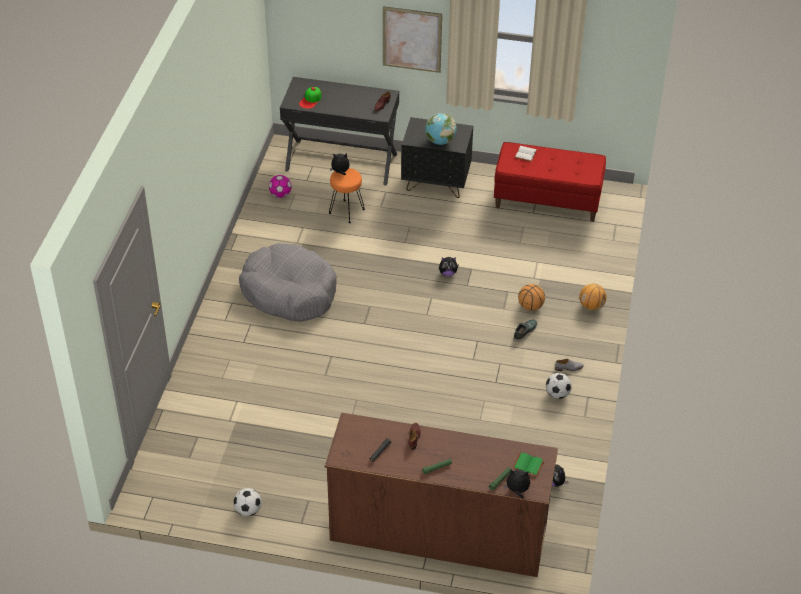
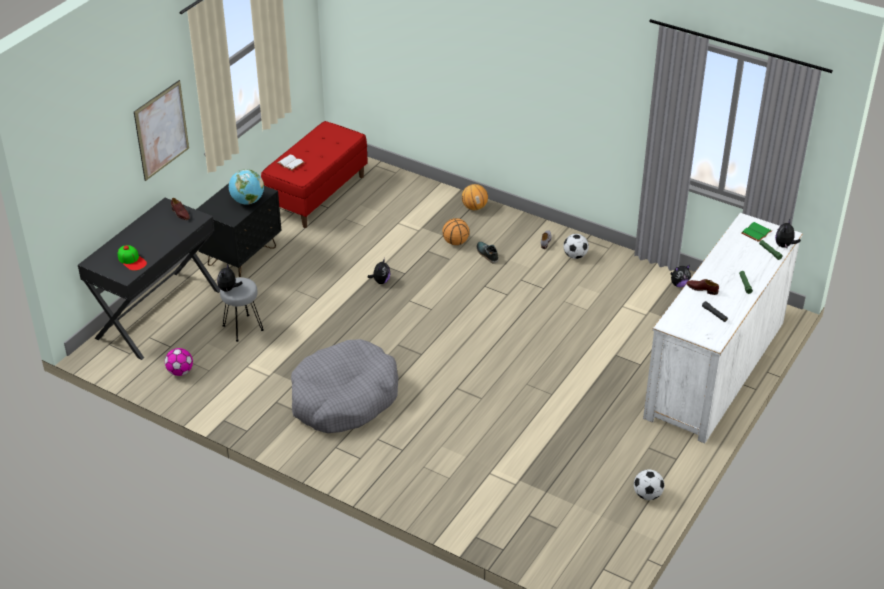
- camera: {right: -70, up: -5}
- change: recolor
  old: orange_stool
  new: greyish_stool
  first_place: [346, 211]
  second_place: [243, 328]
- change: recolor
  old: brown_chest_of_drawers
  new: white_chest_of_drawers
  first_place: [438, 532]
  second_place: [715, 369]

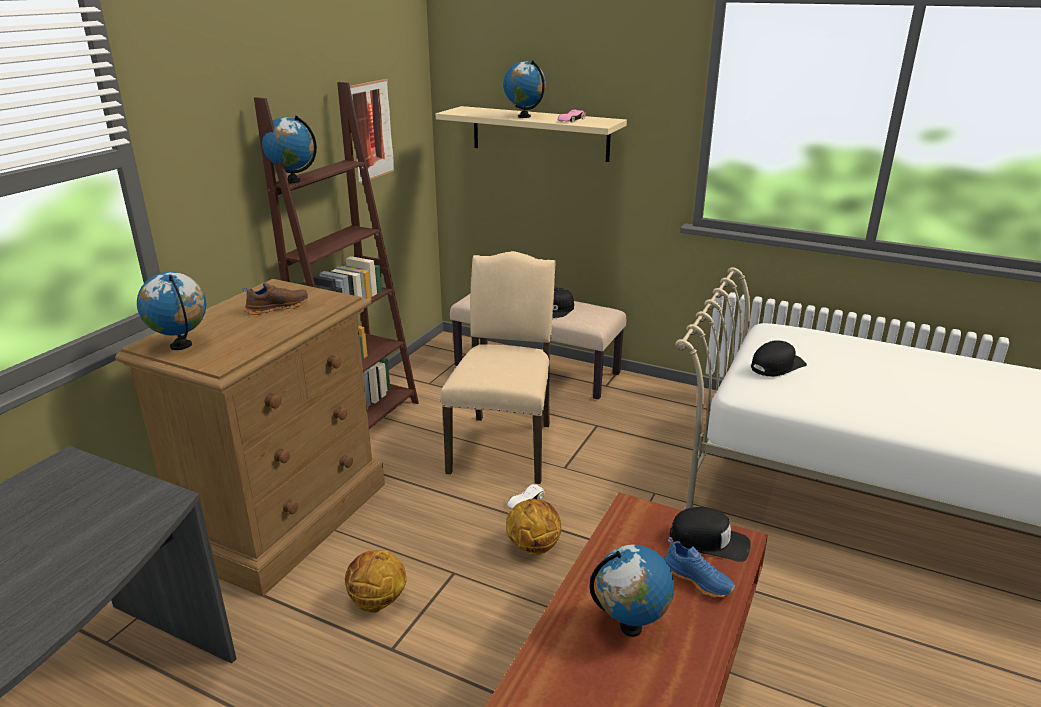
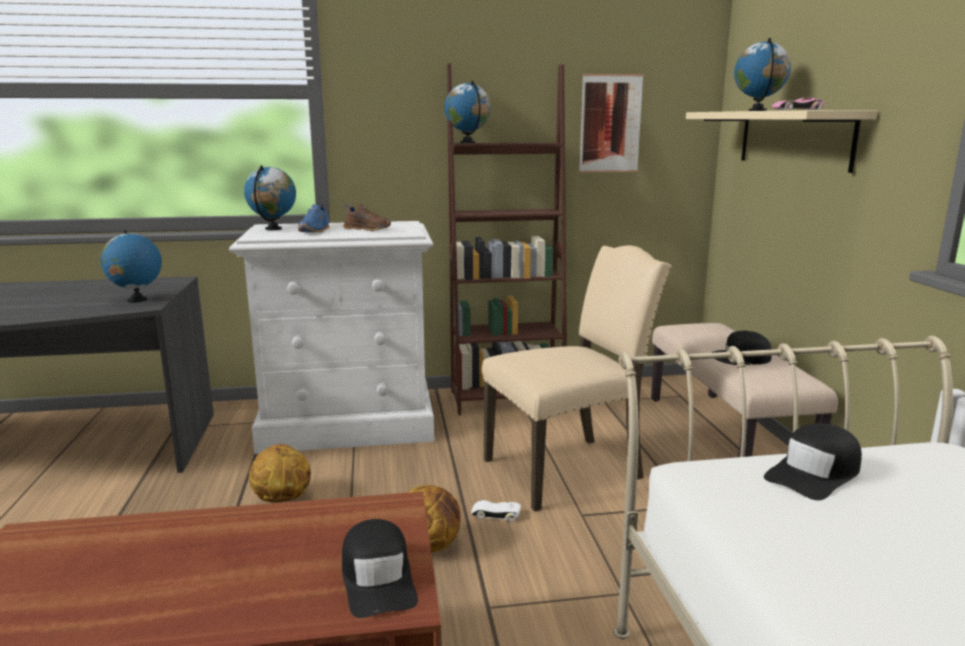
- camera: {right: 55, up: -10}
- change: move
  old: globe
  first_place: [630, 627]
  second_place: [137, 300]
- change: recolor
  old: brown_chest_of_drawers
  new: white_chest_of_drawers
  first_place: [285, 518]
  second_place: [348, 424]
- change: move
  old: blue-coloured_shoe
  first_place: [698, 579]
  second_place: [315, 231]
- change: rotate
  old: blackish_baseball_cap
  first_place: [777, 366]
  second_place: [814, 473]
  degrees: 120

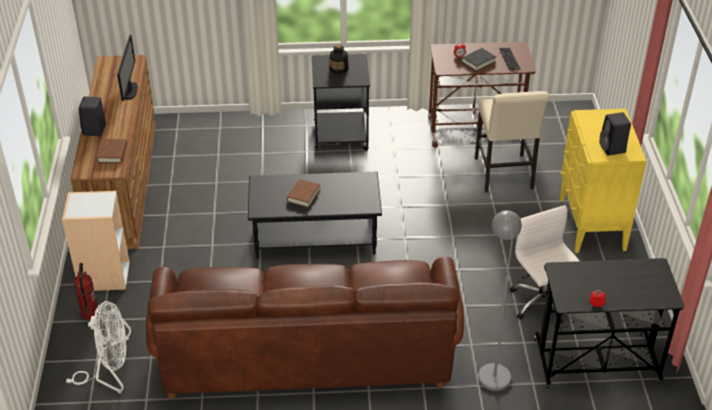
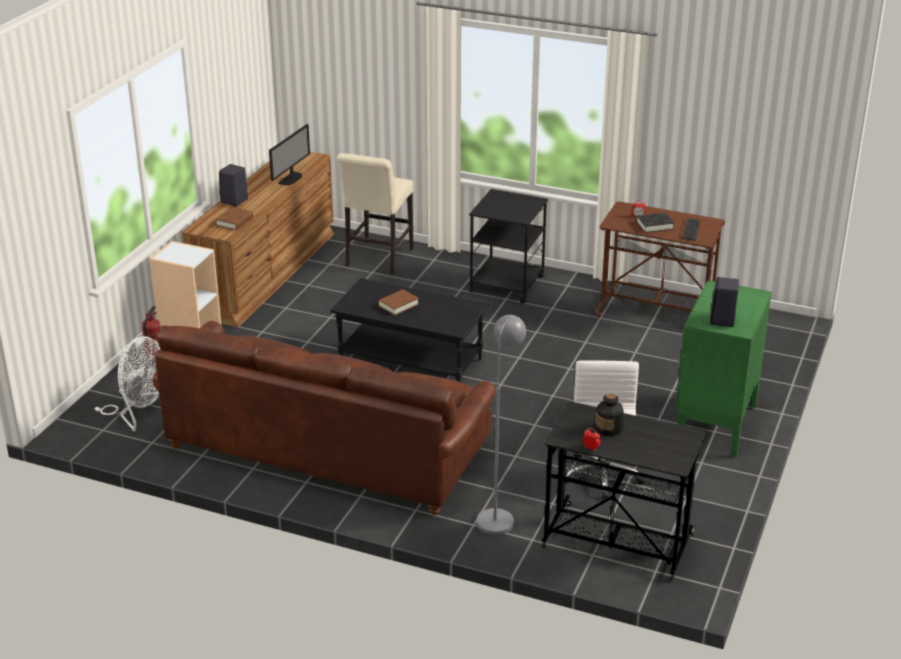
- camera: {right: 25, up: -10}
- change: move
  old: beige_stool
  first_place: [504, 176]
  second_place: [377, 259]
- change: move
  old: bottle
  first_place: [339, 68]
  second_place: [609, 428]
- change: recolor
  old: yellow-coloured_chest_of_drawers
  new: green-coloured_chest_of_drawers
  first_place: [590, 224]
  second_place: [714, 424]

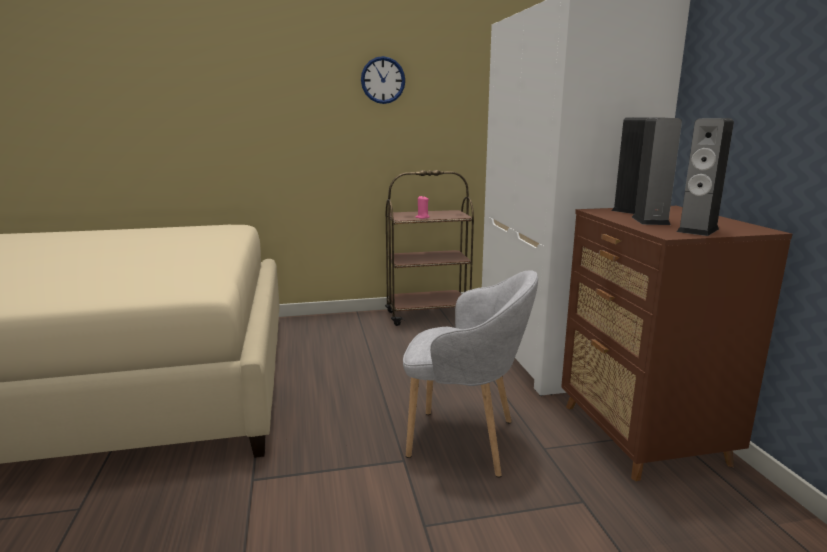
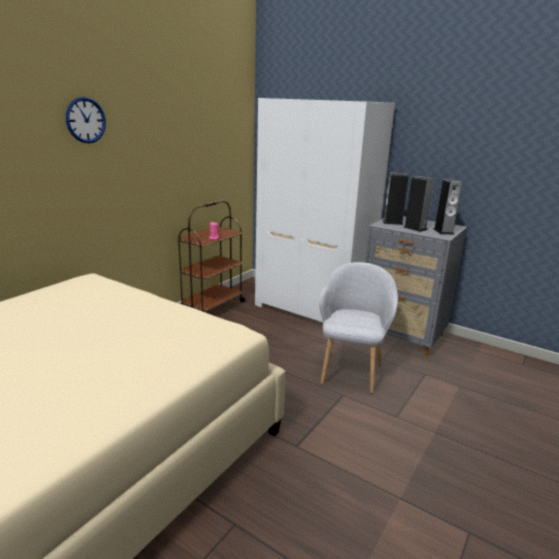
- camera: {right: -45, up: 5}
- change: move
  old: clock_on_the_wall
  first_place: [383, 80]
  second_place: [85, 120]
- change: rotate
  old: greyish_armchair
  first_place: [466, 441]
  second_place: [350, 371]
  degrees: -45
- change: recolor
  old: brown_chest_of_drawers
  new: greyish_chest_of_drawers
  first_place: [643, 435]
  second_place: [402, 335]

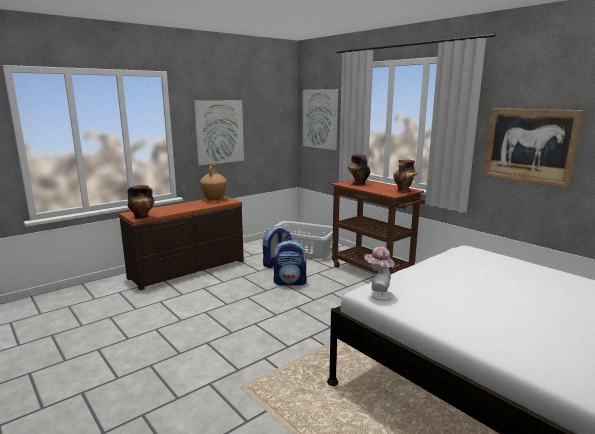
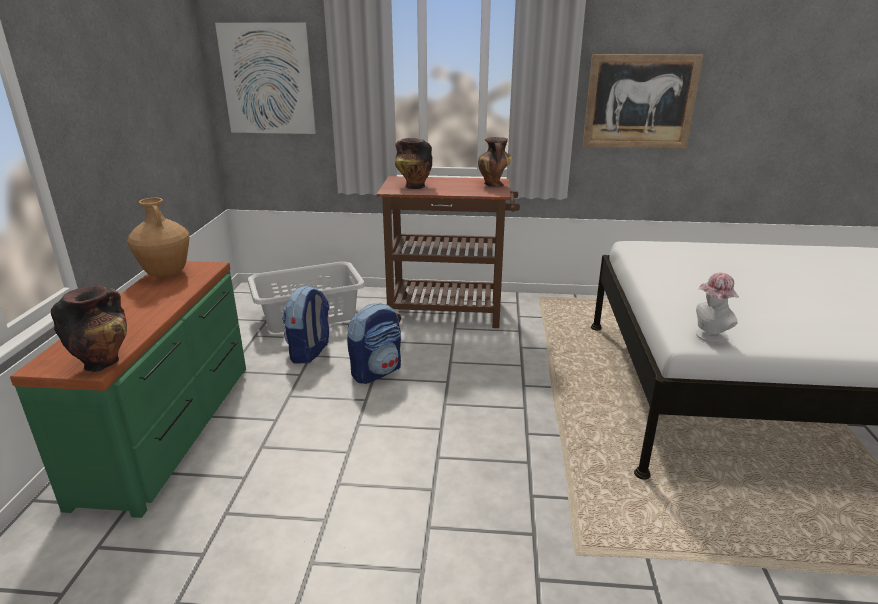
- camera: {right: -45, up: 10}
- change: recolor
  old: brown_chest_of_drawers
  new: green-coloured_chest_of_drawers
  first_place: [188, 269]
  second_place: [171, 429]
- change: delete
  old: picture
  first_place: [219, 132]

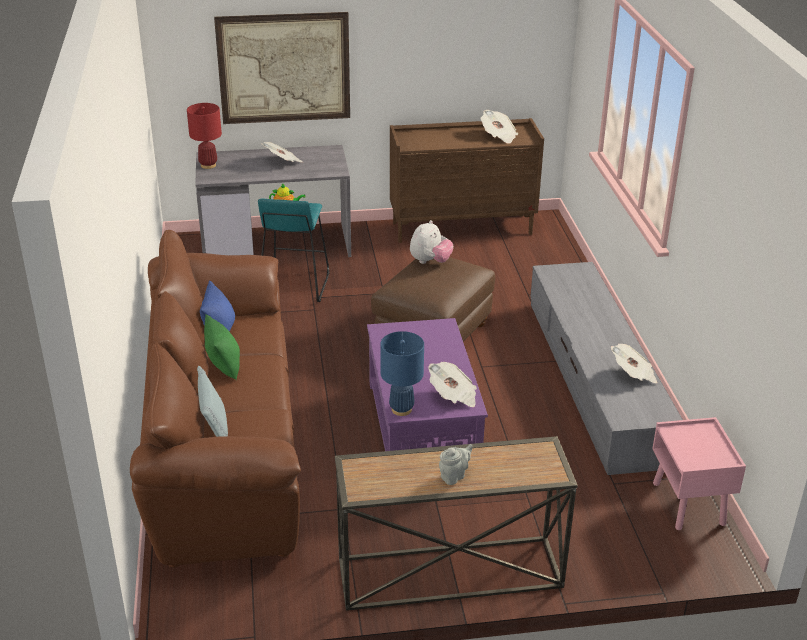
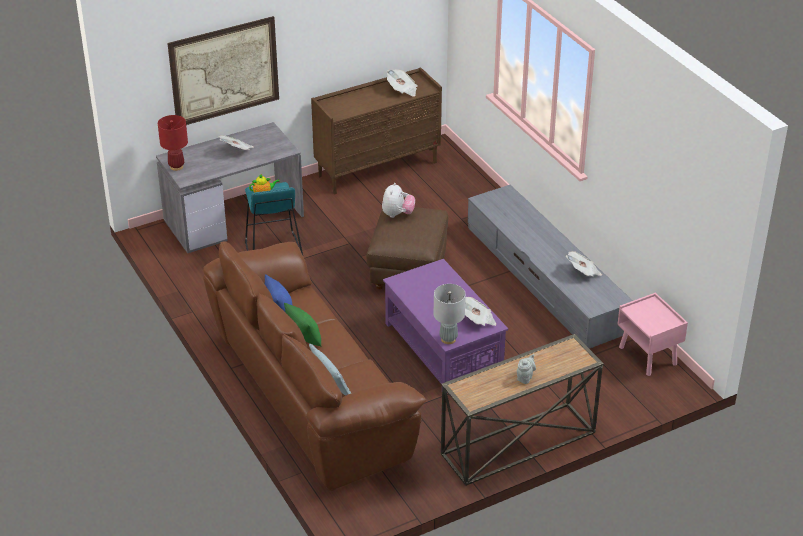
- camera: {right: -20, up: 5}
- change: recolor
  old: blue-coloured_lamp_for_a_table
  new: greyish_lamp_for_a_table
  first_place: [401, 409]
  second_place: [448, 339]

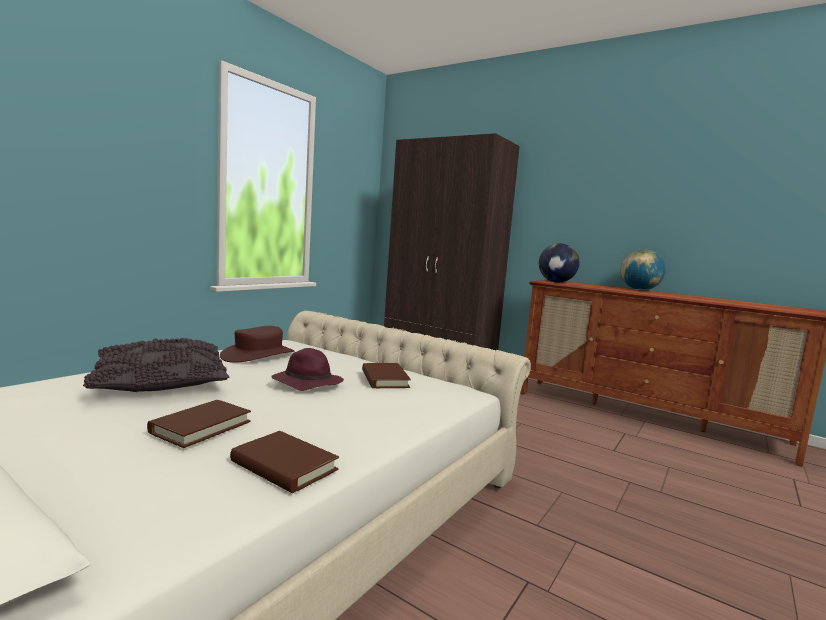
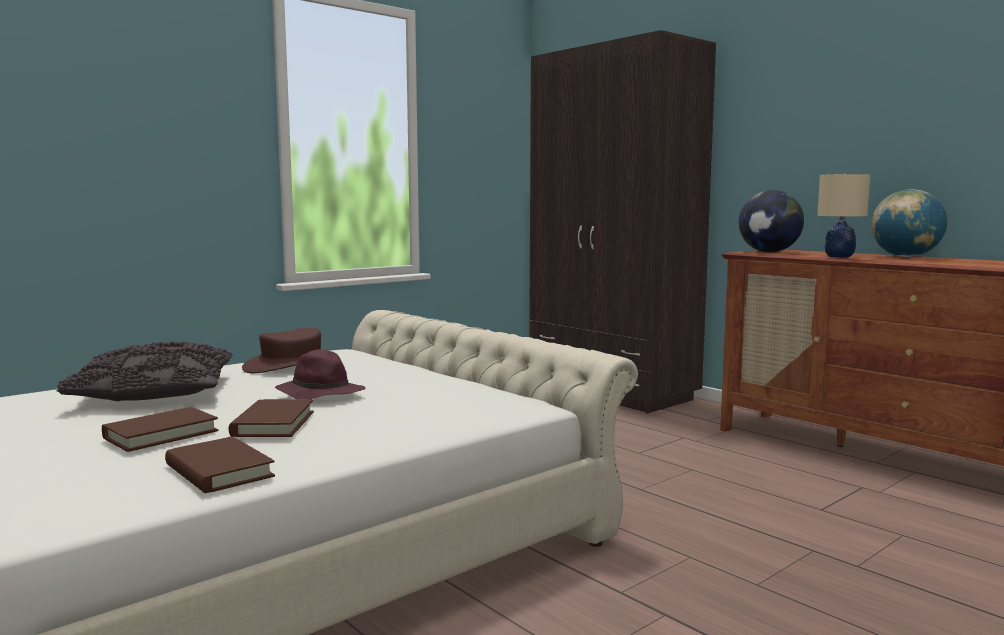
- camera: {right: 15, up: 0}
- change: move
  old: brown_volume
  first_place: [384, 379]
  second_place: [273, 424]
- change: insert
  new: beige_lamp_for_a_table
  second_place: [840, 257]

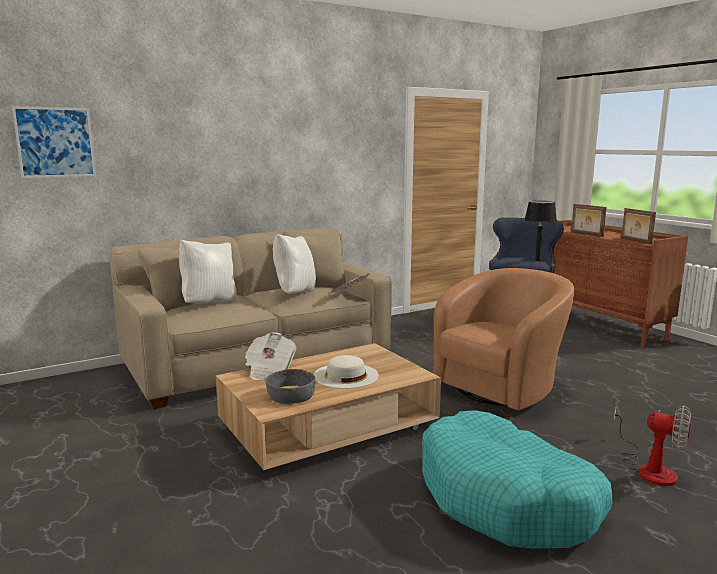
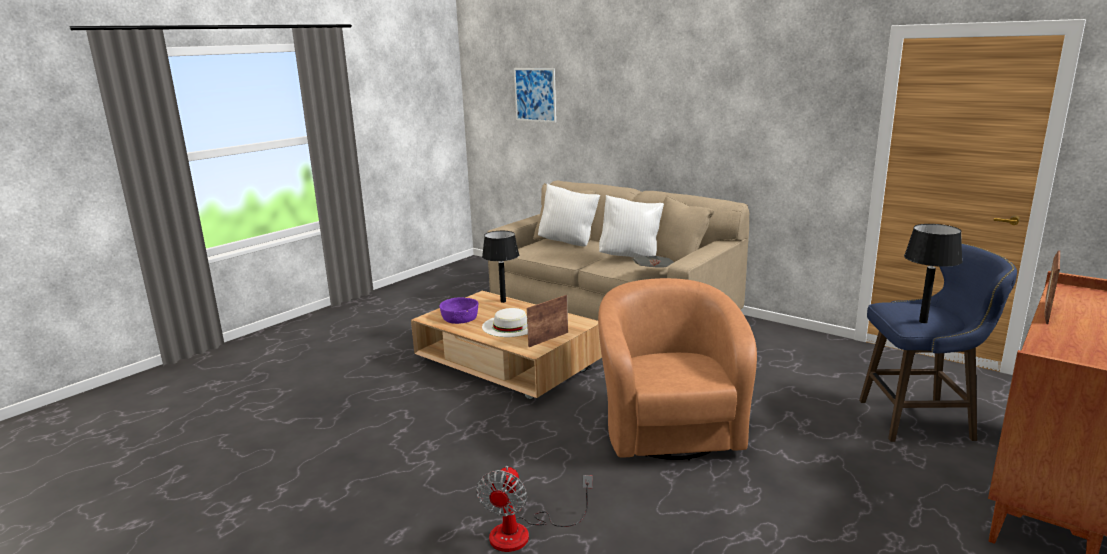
- camera: {right: 70, up: 5}
- change: recolor
  old: greyish_bowl
  new: purplish_bowl
  first_place: [290, 395]
  second_place: [459, 317]
- change: replace
  old: daily_paper
  new: blackish_lamp_for_a_table
  first_place: [269, 370]
  second_place: [503, 301]
- change: move
  old: standing_frame
  first_place: [635, 241]
  second_place: [548, 339]
- change: rotate
  old: brown_armchair
  first_place: [501, 387]
  second_place: [669, 429]
  degrees: -120
- change: delete
  old: blue-green_dog_bed
  first_place: [506, 499]

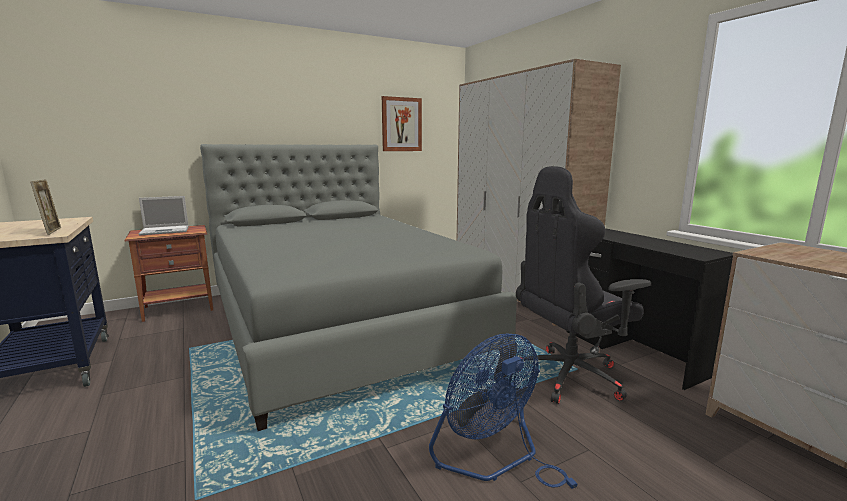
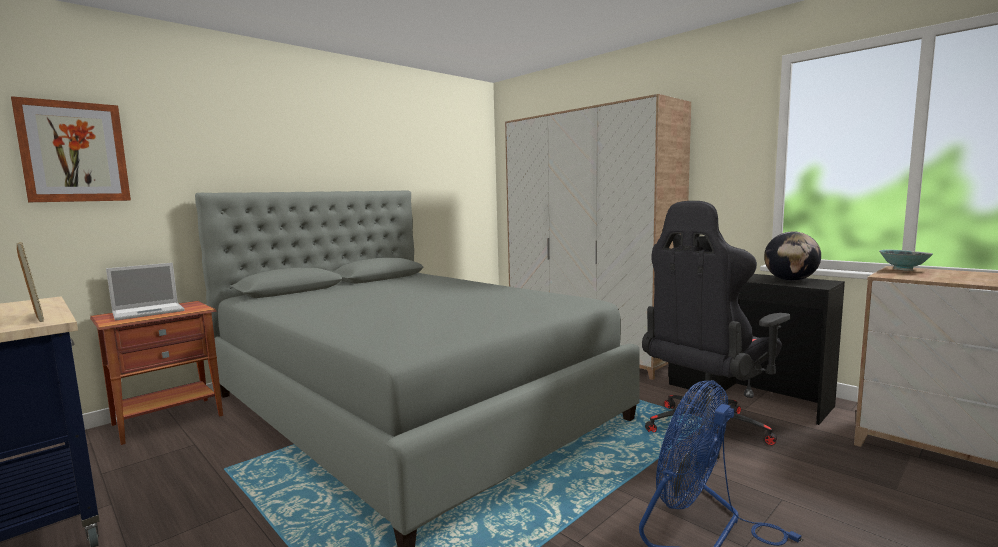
- camera: {right: -15, up: -5}
- change: move
  old: picture
  first_place: [401, 124]
  second_place: [74, 152]
- change: insert
  new: globe
  second_place: [790, 280]
- change: insert
  new: bowl
  second_place: [903, 270]

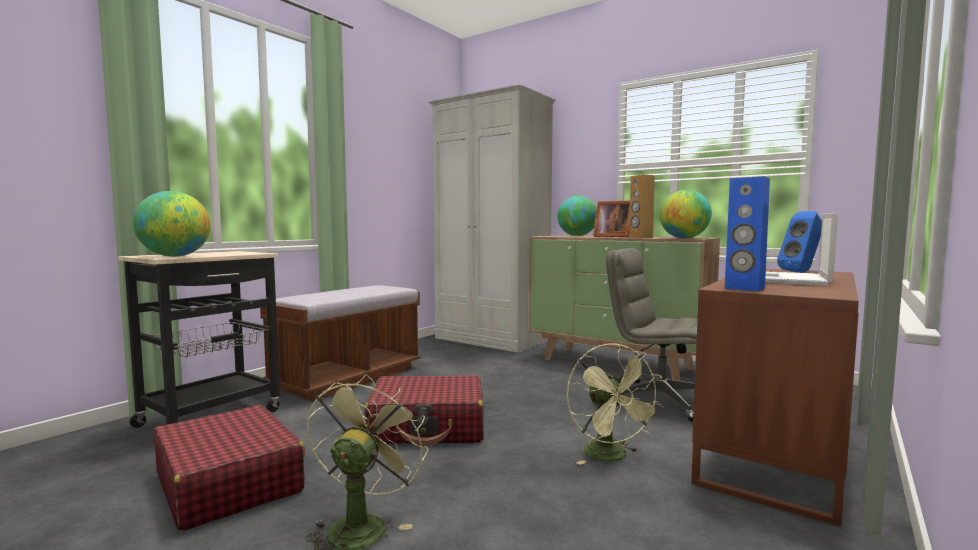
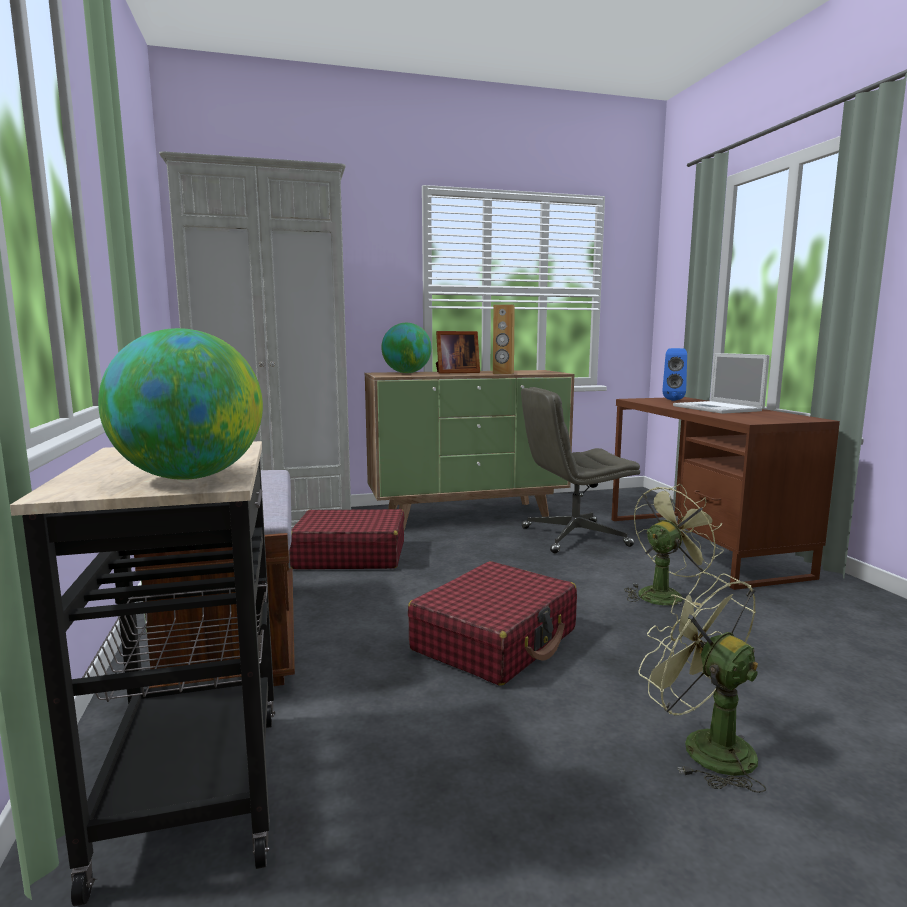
- camera: {right: -50, up: 5}
- change: move
  old: red-coloured_piece_of_luggage
  first_place: [229, 482]
  second_place: [350, 555]
- change: rotate
  old: green-coloured_cooling_fan
  first_place: [611, 457]
  second_place: [664, 594]
  degrees: -60
- change: delete
  old: globe
  first_place: [684, 238]
- change: delete
  old: blue-coloured_speaker
  first_place: [744, 288]

